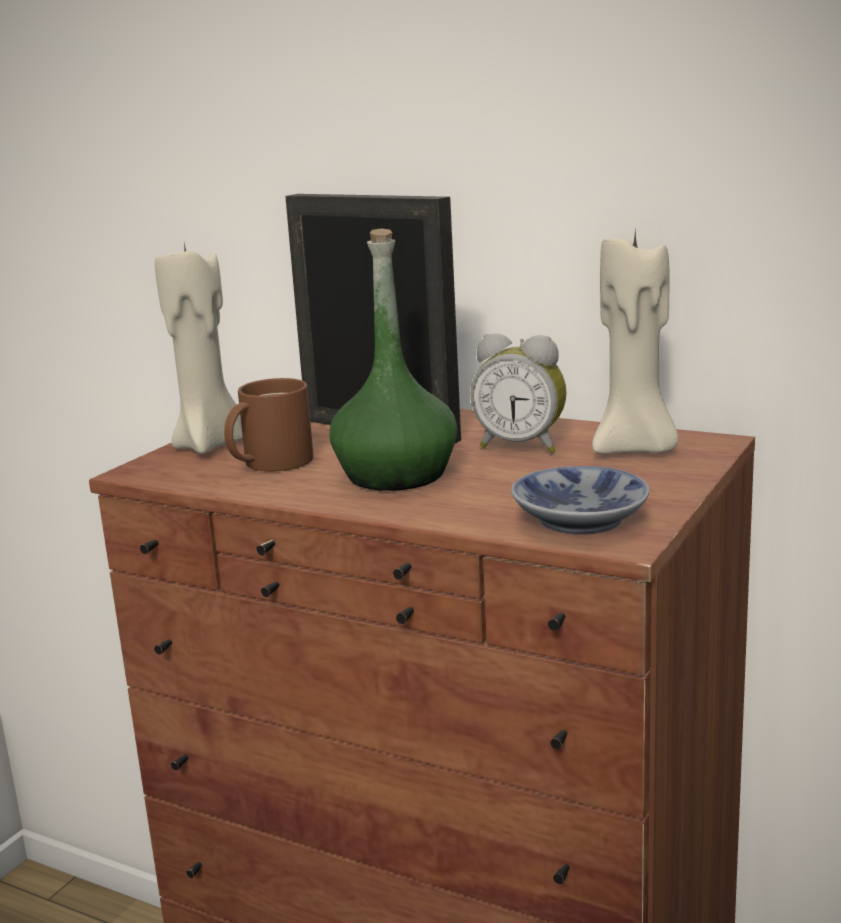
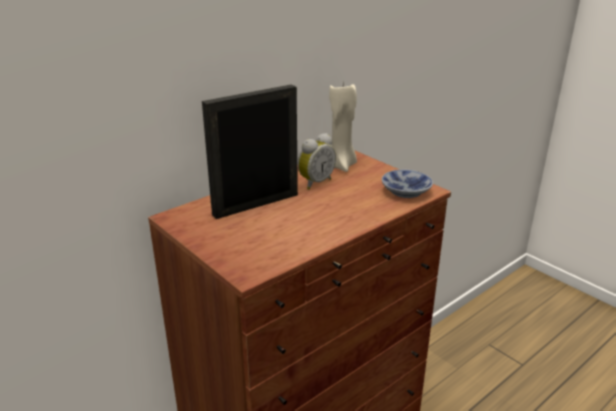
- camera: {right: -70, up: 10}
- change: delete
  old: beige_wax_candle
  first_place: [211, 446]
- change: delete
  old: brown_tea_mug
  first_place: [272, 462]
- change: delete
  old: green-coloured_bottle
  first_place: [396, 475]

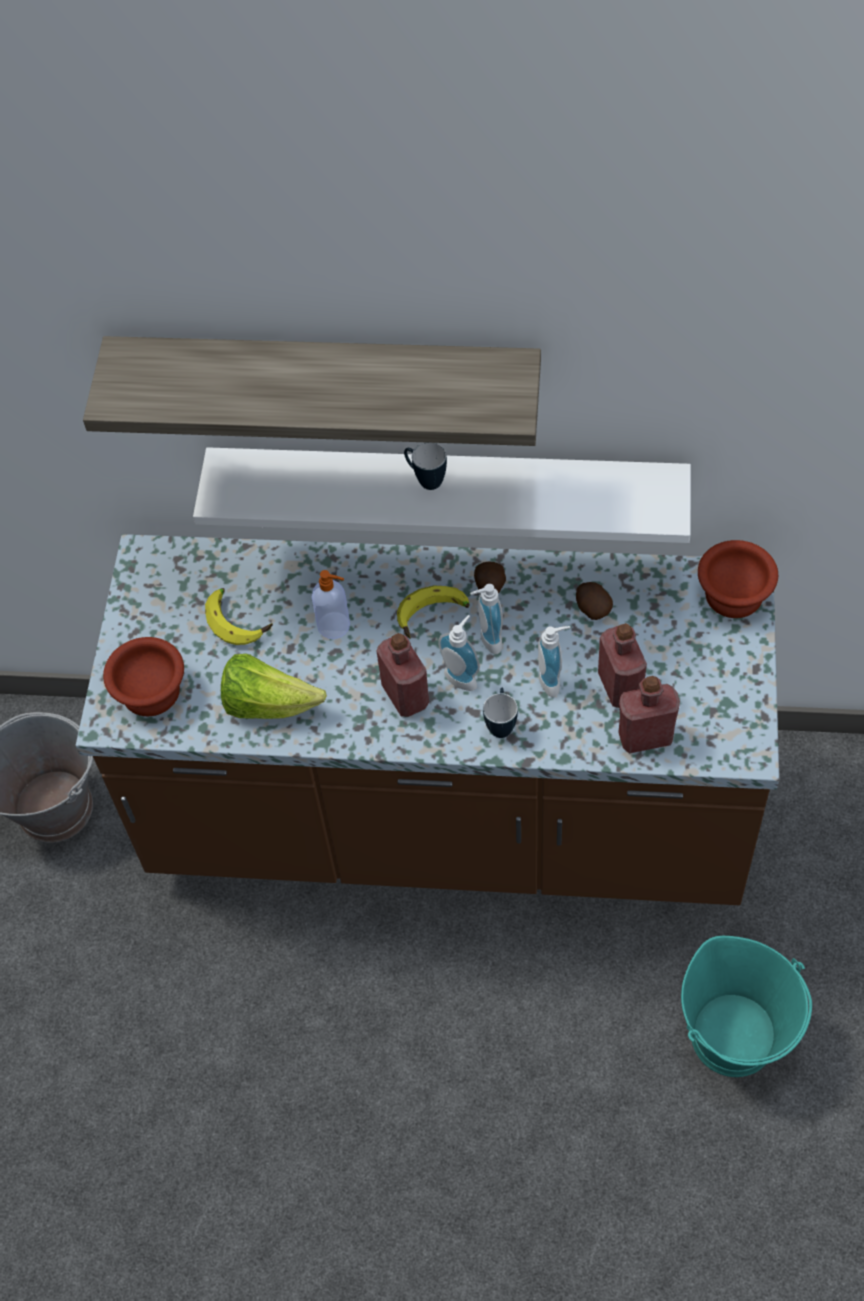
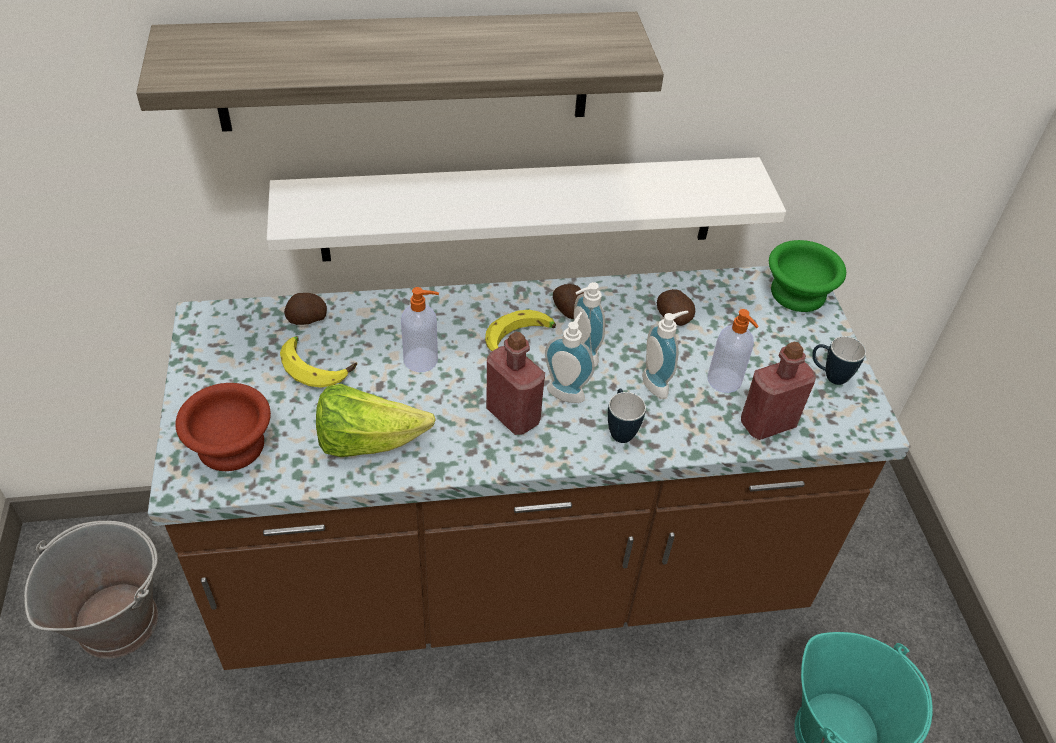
- camera: {right: -20, up: -10}
- change: insert
  new: potato
  second_place: [307, 320]
- change: replace
  old: red-coloured_bottle
  new: soap_dispenser
  first_place: [620, 686]
  second_place: [725, 381]
- change: recolor
  old: brown_bowl
  new: green-coloured_bowl
  first_place: [735, 596]
  second_place: [800, 294]
- change: move
  old: tea_mug
  first_place: [425, 479]
  second_place: [829, 376]

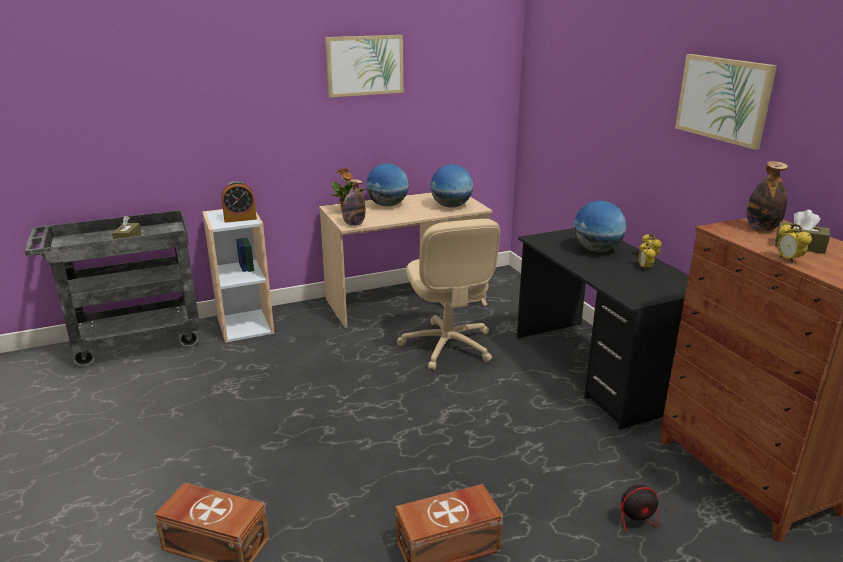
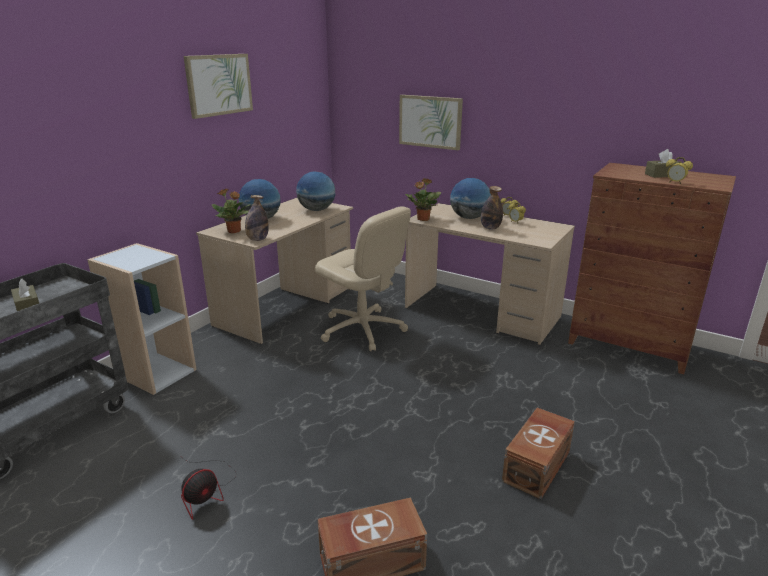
- camera: {right: -35, up: 0}
- change: move
  old: cooling_fan
  first_place: [641, 510]
  second_place: [206, 491]
- change: move
  old: picture
  first_place: [723, 99]
  second_place: [430, 121]
- change: insert
  new: houseplant
  second_place: [423, 219]
- change: recolor
  old: blackish_desk_table
  new: beige_desk_table
  first_place: [596, 370]
  second_place: [481, 312]
- change: move
  old: bottle
  first_place: [761, 228]
  second_place: [490, 228]
- change: delete
  old: alarm_clock
  first_place: [240, 218]

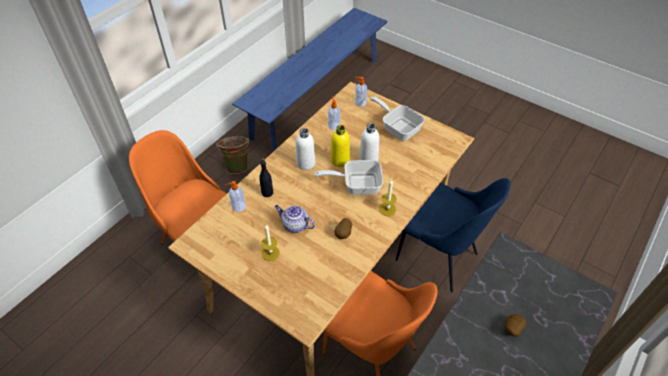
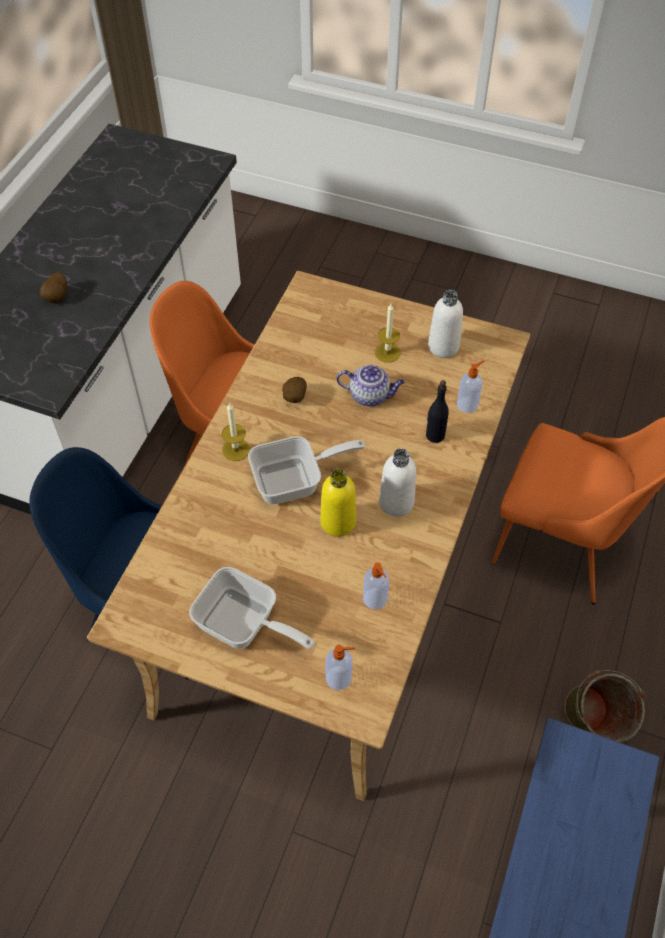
- camera: {right: 165, up: 5}
- change: move
  old: white_bottle
  first_place: [368, 158]
  second_place: [443, 346]

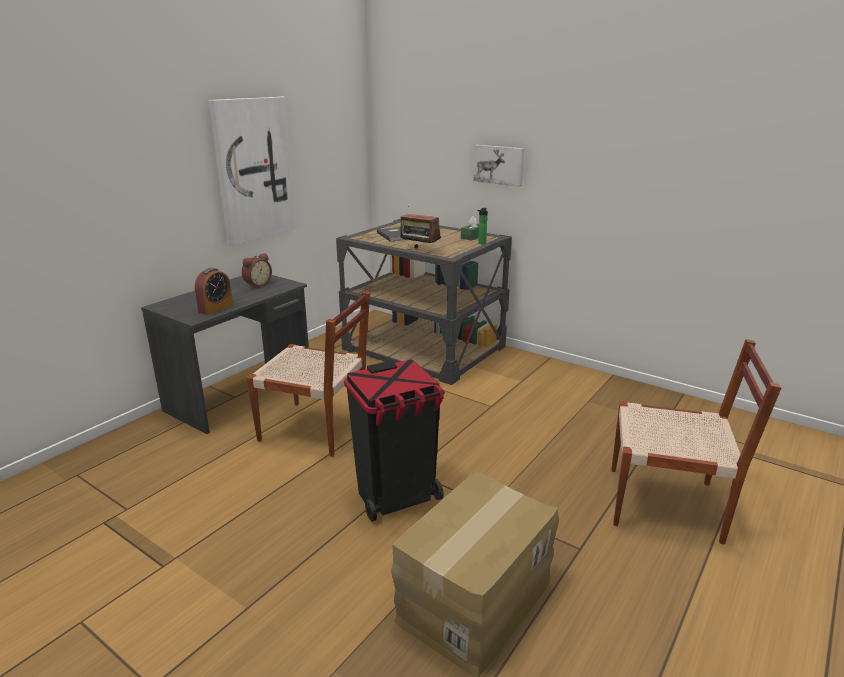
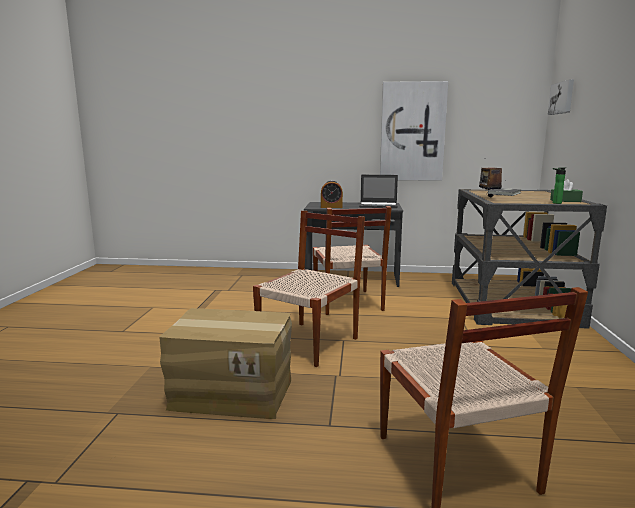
- camera: {right: 60, up: -10}
- change: replace
  old: blackish_trash_can
  new: chair
  first_place: [396, 496]
  second_place: [310, 342]
- change: replace
  old: alarm_clock
  new: portable_computer
  first_place: [257, 284]
  second_place: [379, 205]
- change: move
  old: picture
  first_place: [499, 165]
  second_place: [562, 98]

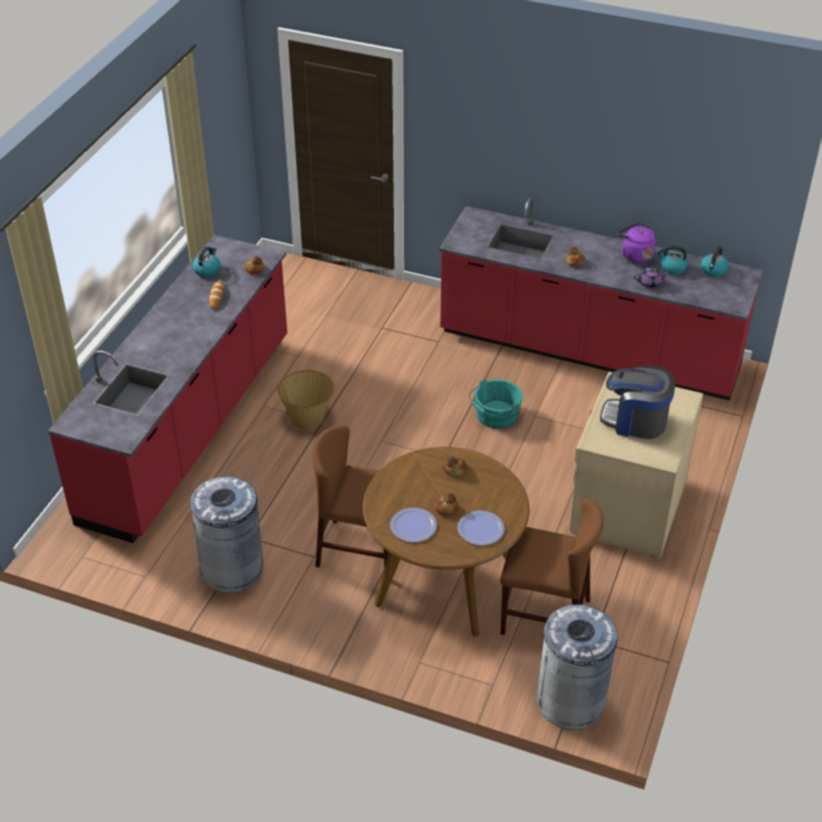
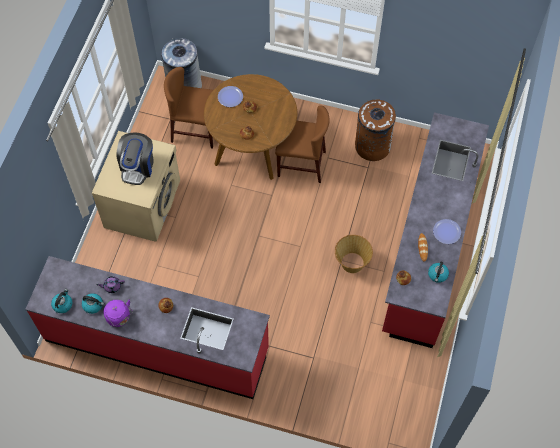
- camera: {right: 175, up: 20}
- change: rotate
  old: coffee_brewer
  first_place: [635, 421]
  second_place: [137, 167]
  degrees: 90
- change: recolor
  old: greyish_trash_can
  new: brown_trash_can
  first_place: [232, 569]
  second_place: [372, 146]
- change: move
  old: dinner_plate
  first_place: [413, 526]
  second_place: [446, 232]
- change: delete
  old: blue-green_water_bucket
  first_place: [495, 416]

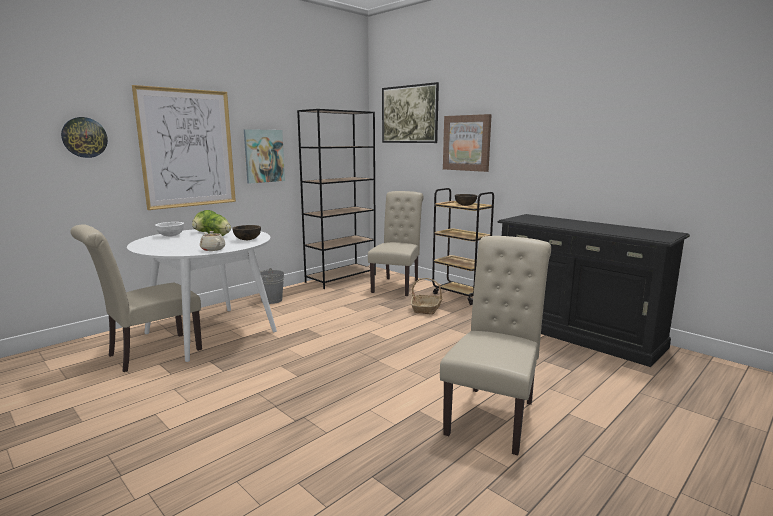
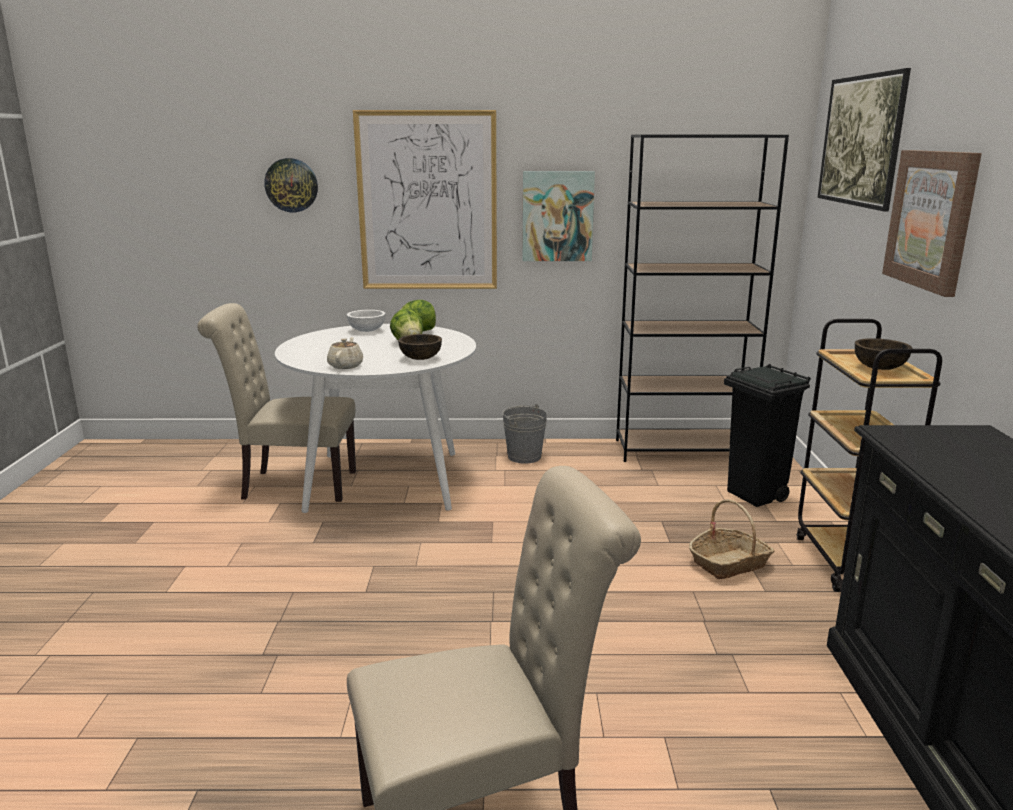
- camera: {right: 45, up: 5}
- change: replace
  old: beige_chair
  new: blackish_trash_can
  first_place: [397, 285]
  second_place: [756, 496]

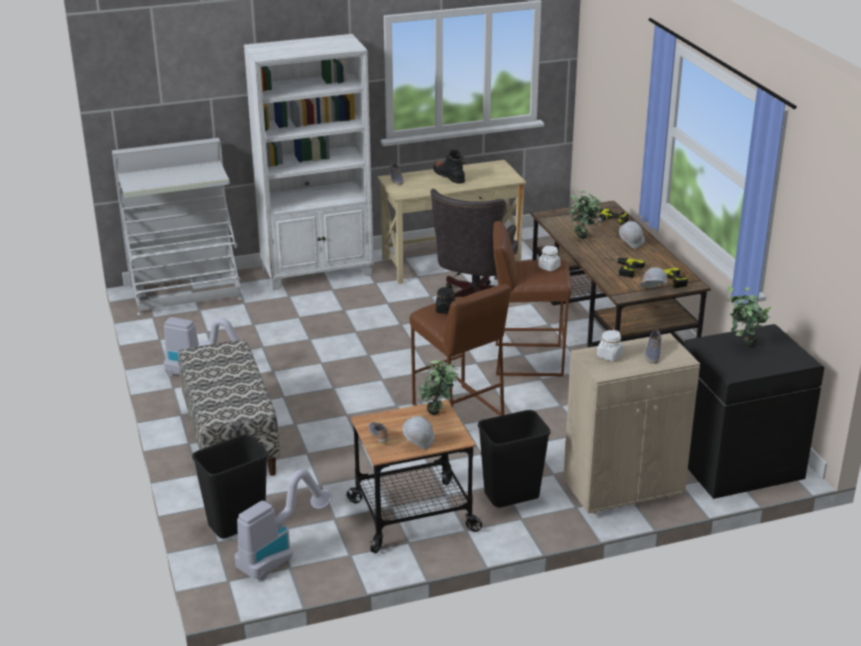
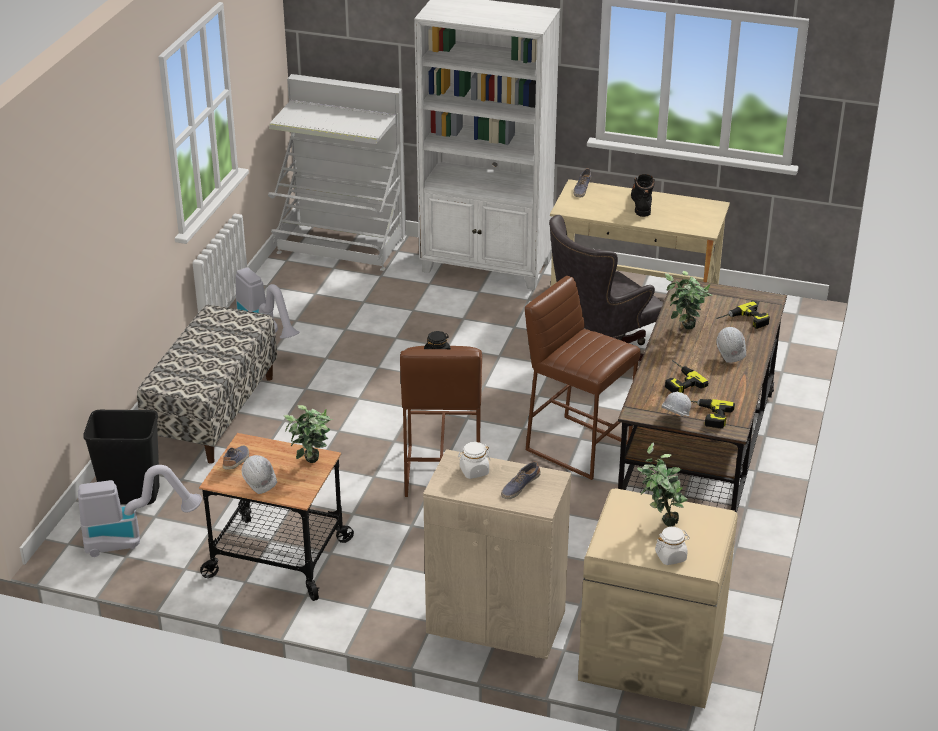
- camera: {right: 35, up: 5}
- change: recolor
  old: blackish_laundry_appliance
  new: beige_laundry_appliance
  first_place: [734, 462]
  second_place: [651, 653]
- change: move
  old: white_storage_jar
  first_place: [549, 267]
  second_place: [671, 556]
- change: delete
  old: blackish_trash_can
  first_place: [511, 496]

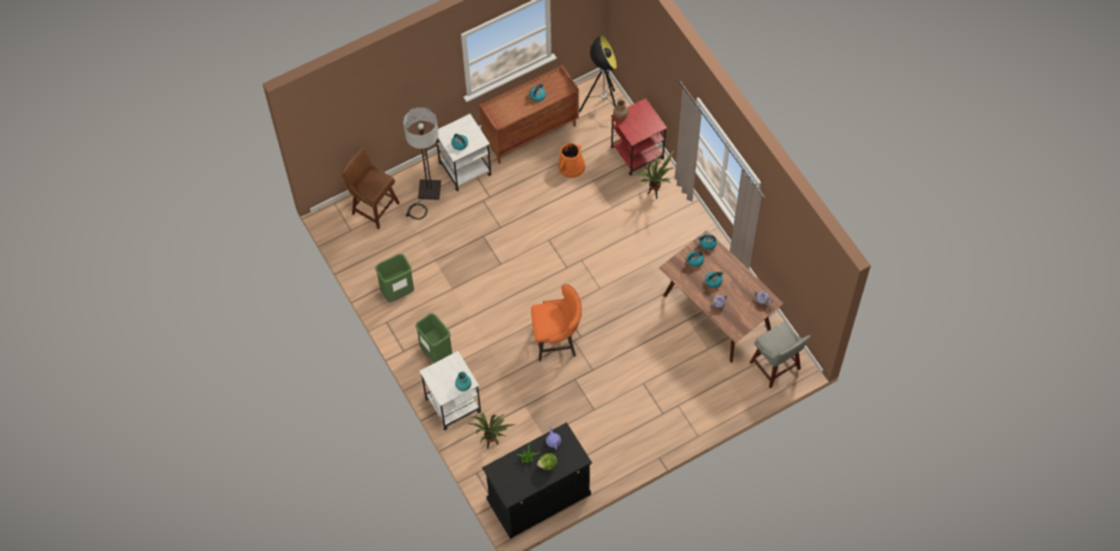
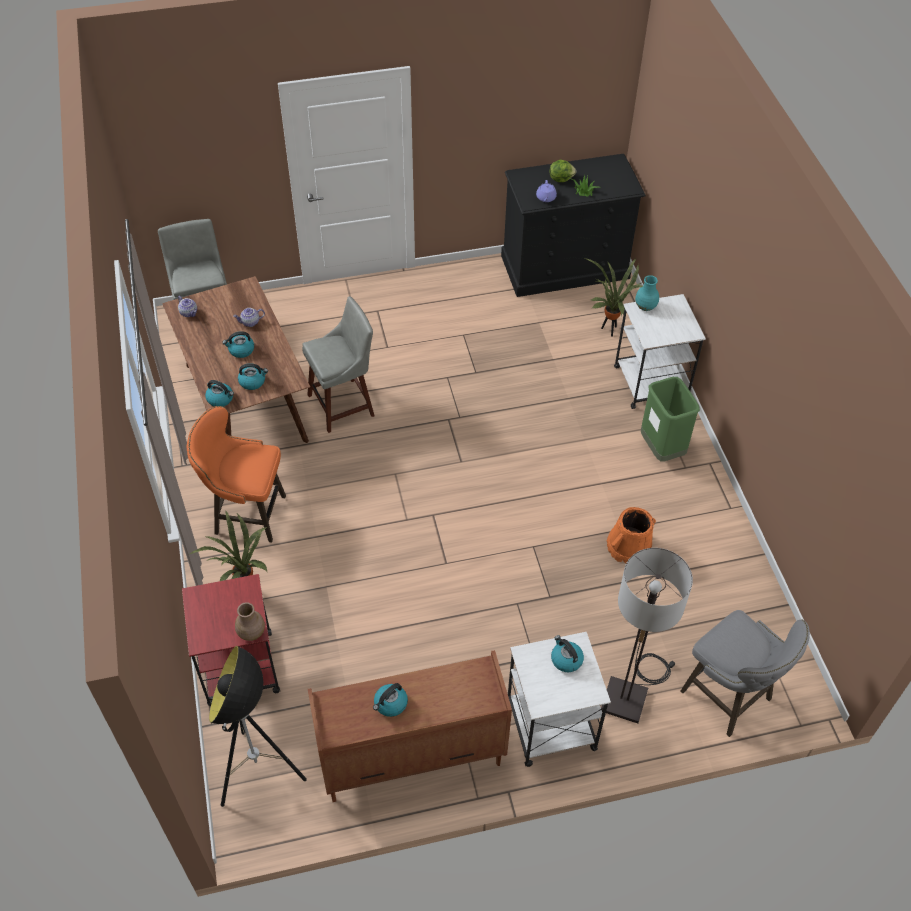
- camera: {right: -165, up: -10}
- change: move
  old: orange_stool
  first_place: [557, 342]
  second_place: [246, 514]
- change: insert
  new: greyish_chair
  second_place: [344, 404]
- change: move
  old: orange_water_bucket
  first_place: [571, 167]
  second_place: [628, 546]
- change: replace
  old: brown_chair
  new: greyish_stool
  first_place: [373, 207]
  second_place: [729, 698]
- change: delete
  old: green-coloured_trash_can
  first_place: [397, 292]

